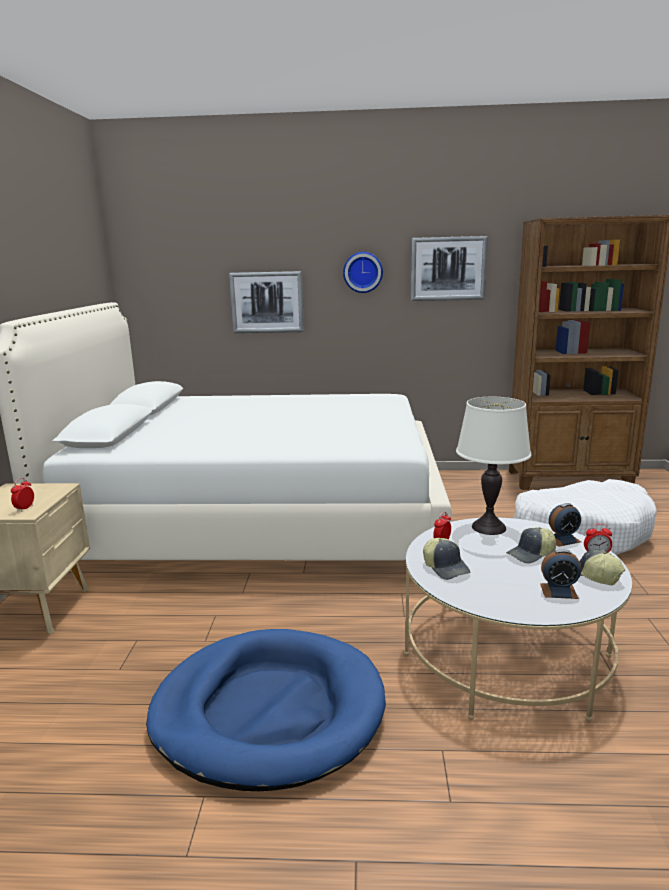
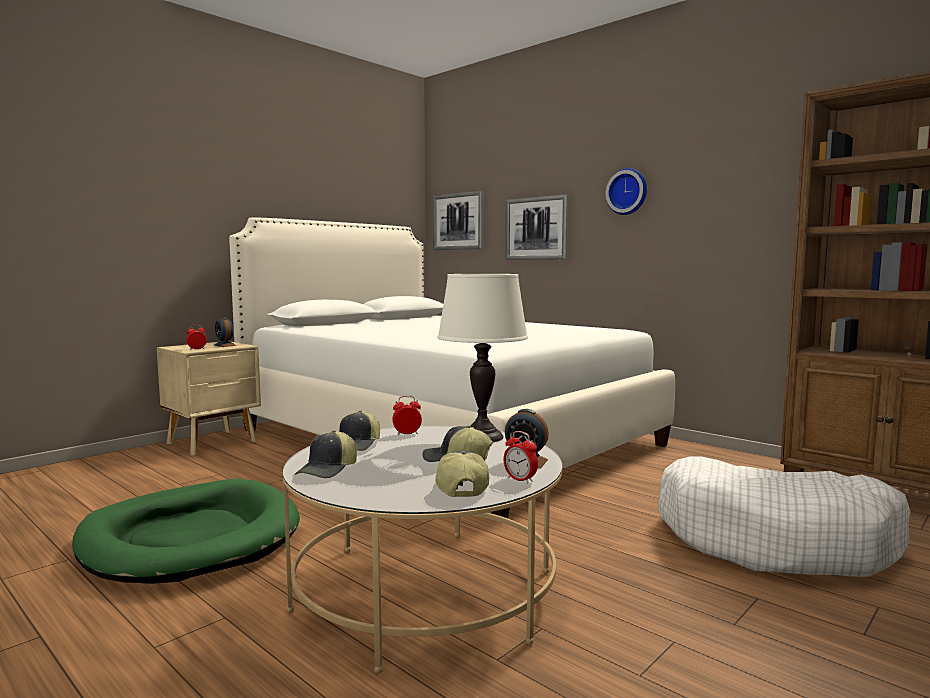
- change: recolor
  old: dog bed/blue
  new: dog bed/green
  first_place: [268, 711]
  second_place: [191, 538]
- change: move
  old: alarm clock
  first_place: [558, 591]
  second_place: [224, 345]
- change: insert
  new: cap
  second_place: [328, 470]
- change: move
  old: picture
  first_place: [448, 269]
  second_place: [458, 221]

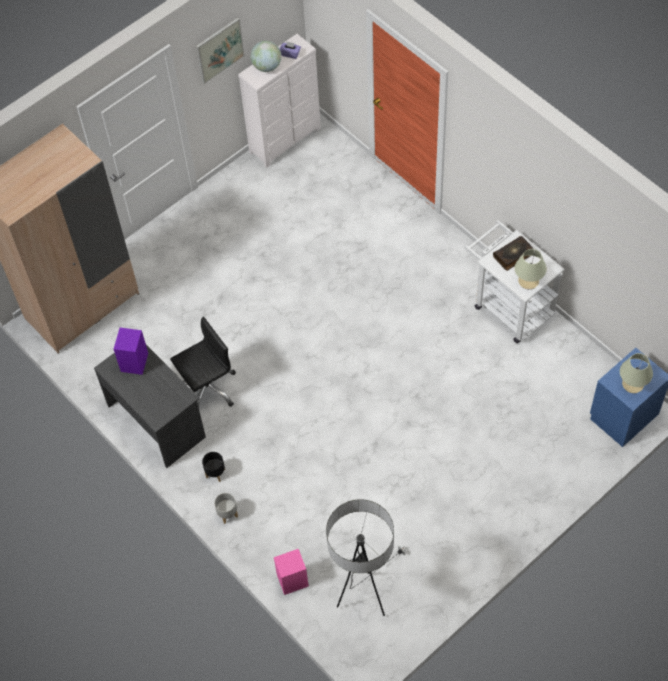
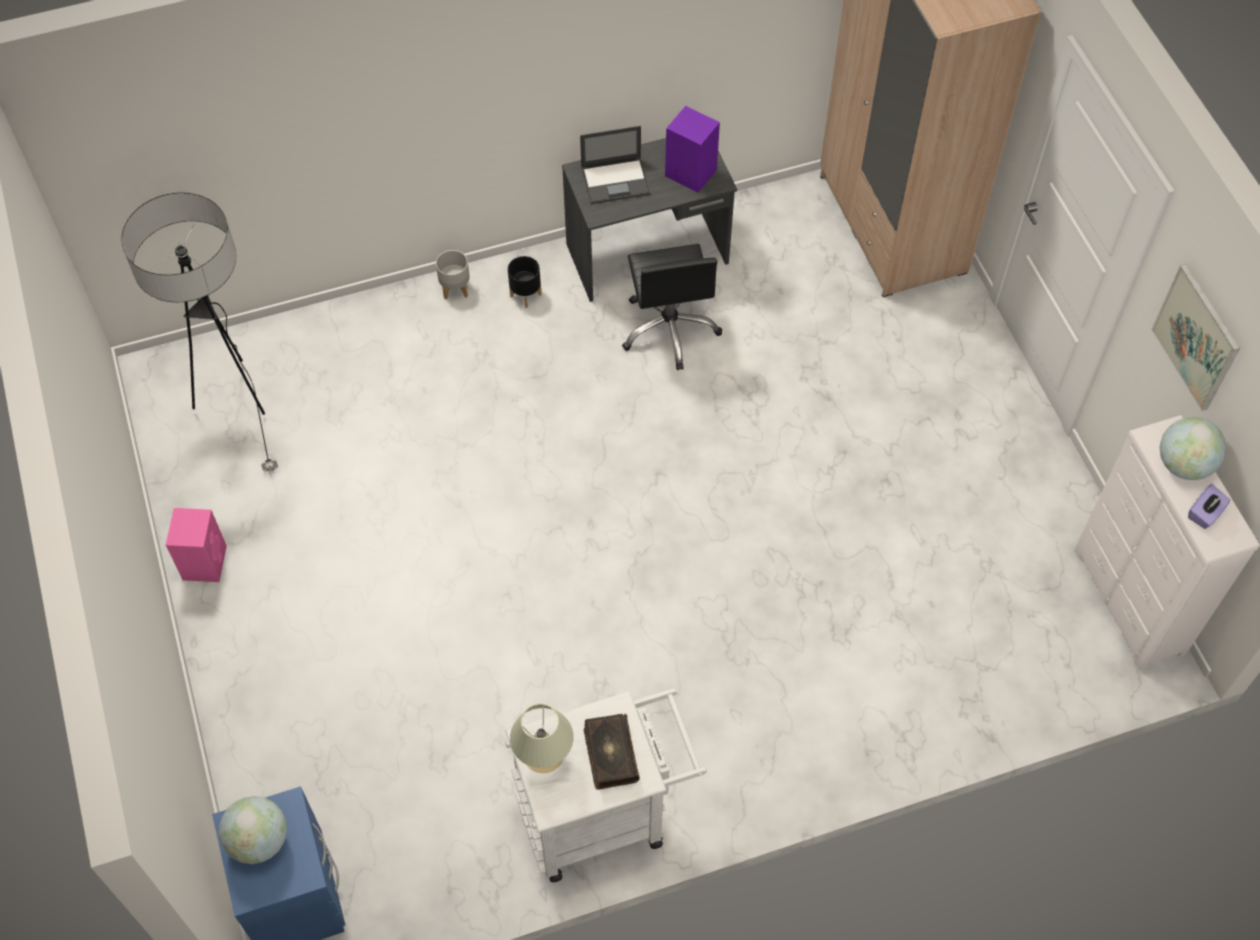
- change: move
  old: speaker/pink
  first_place: [291, 580]
  second_place: [205, 561]
- change: replace
  old: table lamp/beige
  new: globe
  first_place: [633, 384]
  second_place: [259, 841]
- change: insert
  new: laptop
  second_place: [616, 180]

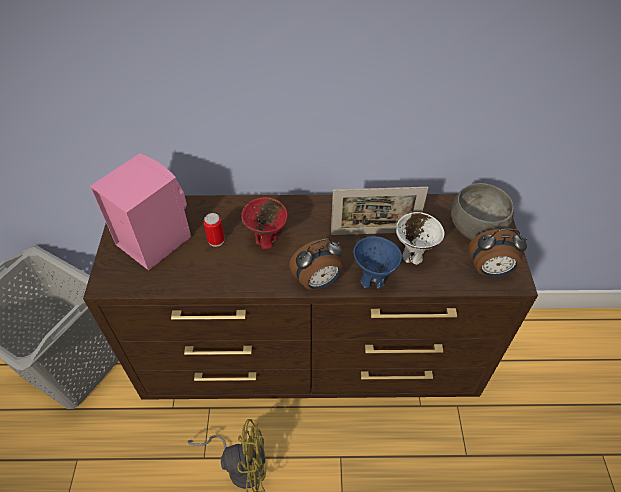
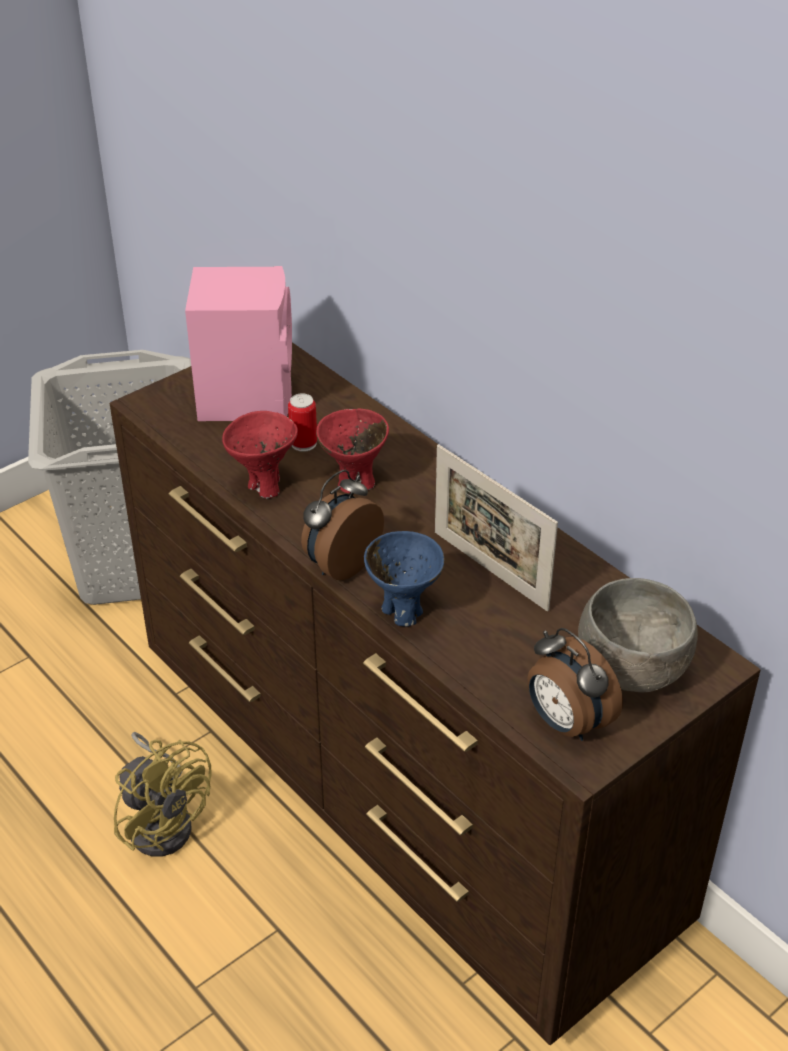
- change: insert
  new: bowl/red
  second_place: [264, 486]
- change: rotate
  old: alarm clock
  first_place: [317, 282]
  second_place: [340, 564]
  degrees: 105
- change: delete
  old: bowl/white
  first_place: [413, 255]

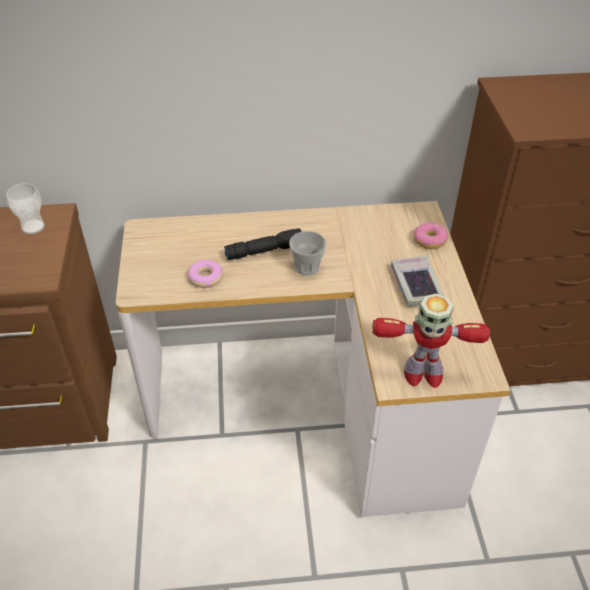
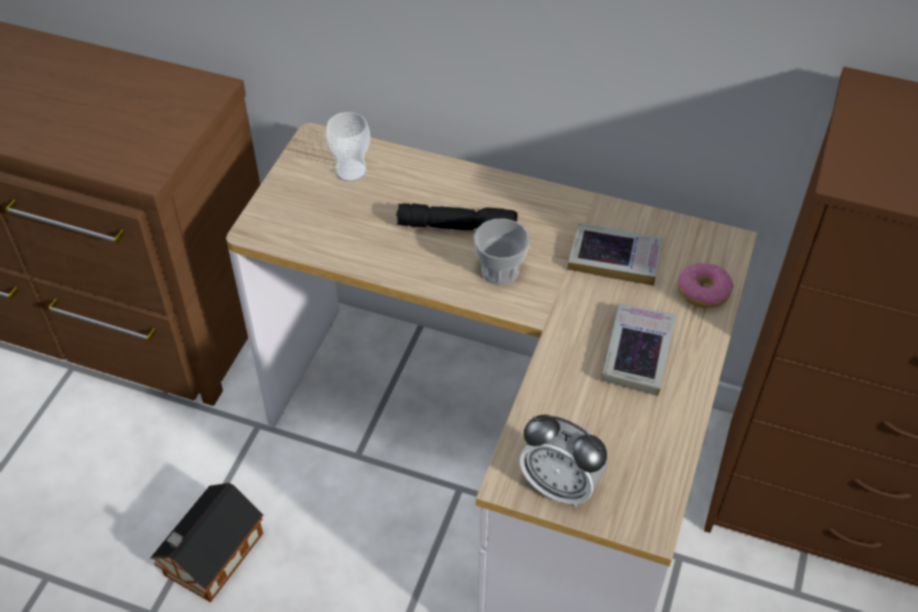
- change: insert
  new: toy house
  second_place: [210, 557]
- change: move
  old: cup
  first_place: [33, 227]
  second_place: [351, 171]
- change: replace
  old: toy robot
  new: alarm clock
  first_place: [422, 374]
  second_place: [560, 485]
- change: insert
  new: book
  second_place: [615, 259]
- change: delete
  old: donut
  first_place: [205, 278]

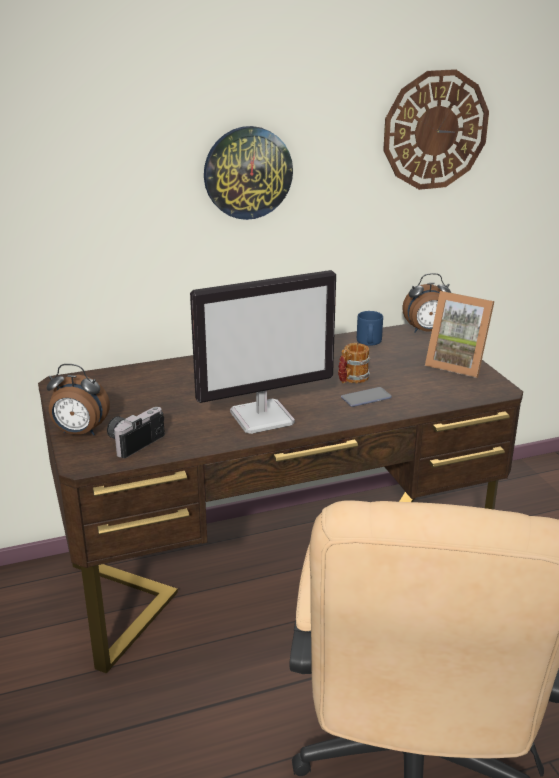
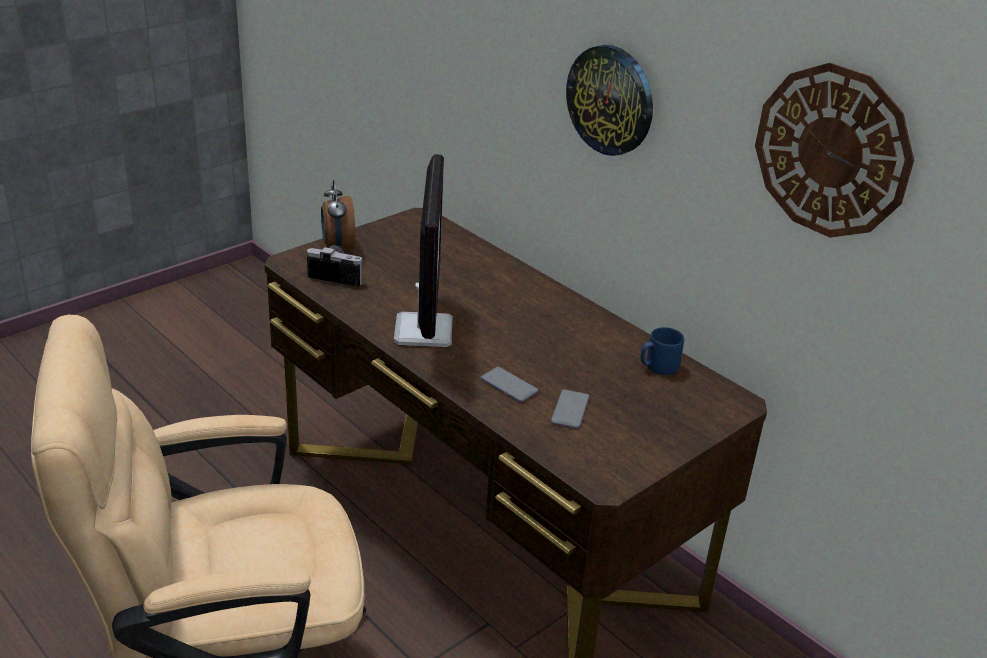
- change: rotate
  old: monitor
  first_place: [263, 417]
  second_place: [423, 330]
  degrees: -135
- change: insert
  new: phone
  second_place: [570, 410]
- change: delete
  old: mug
  first_place: [351, 379]
- change: delete
  old: alarm clock
  first_place: [426, 331]
- change: delete
  old: picture frame
  first_place: [457, 364]

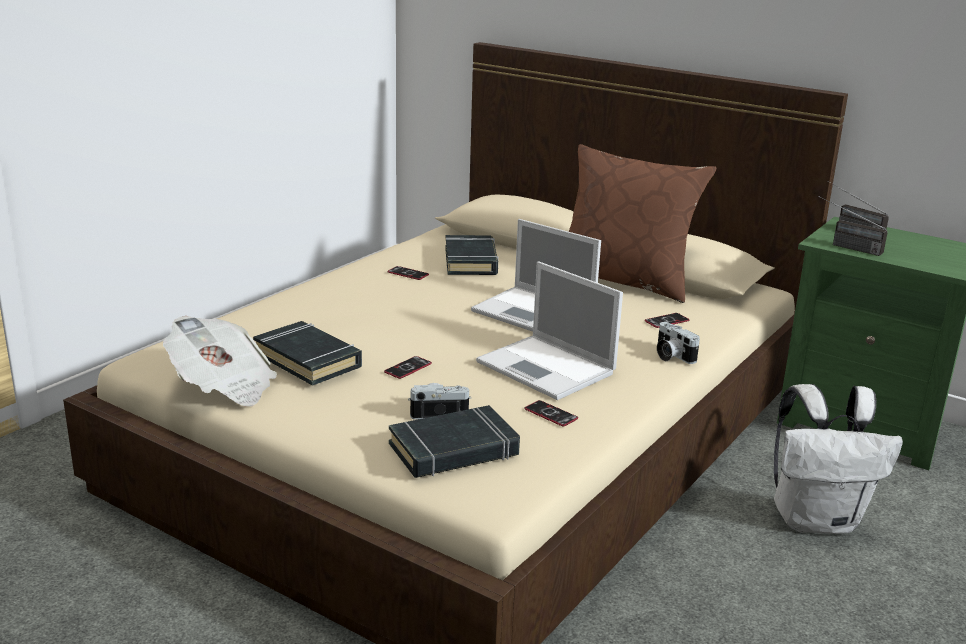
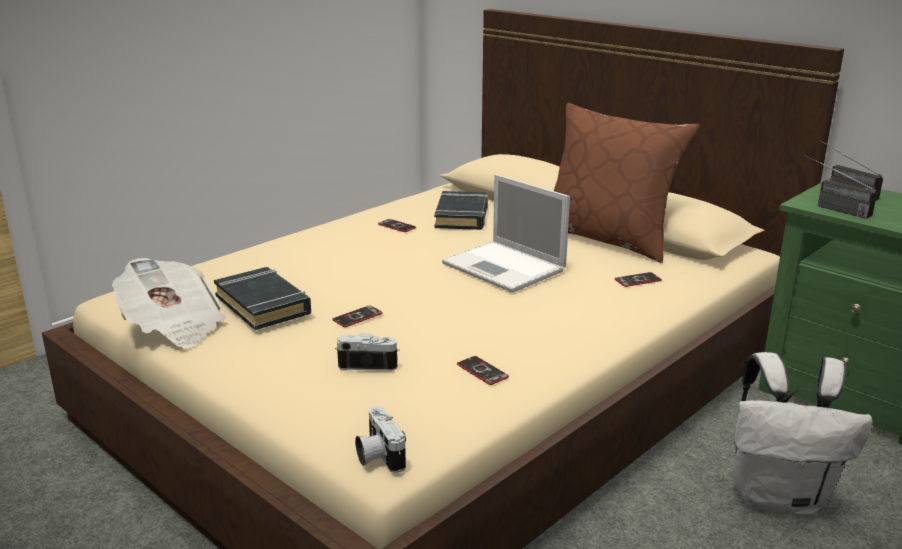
- change: move
  old: photo camera
  first_place: [671, 356]
  second_place: [378, 456]
- change: delete
  old: book/black
  first_place: [454, 450]
- change: delete
  old: laptop
  first_place: [548, 368]

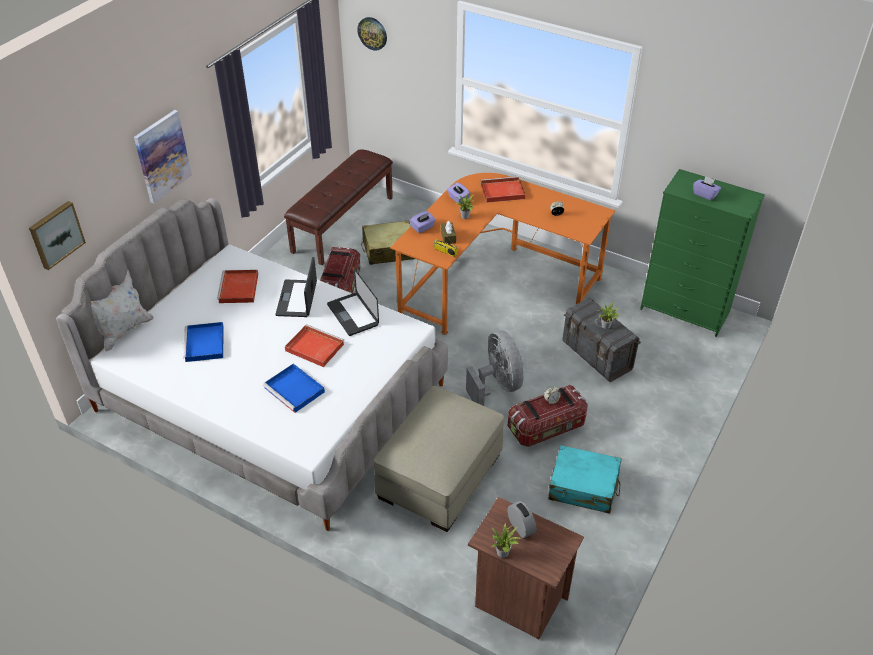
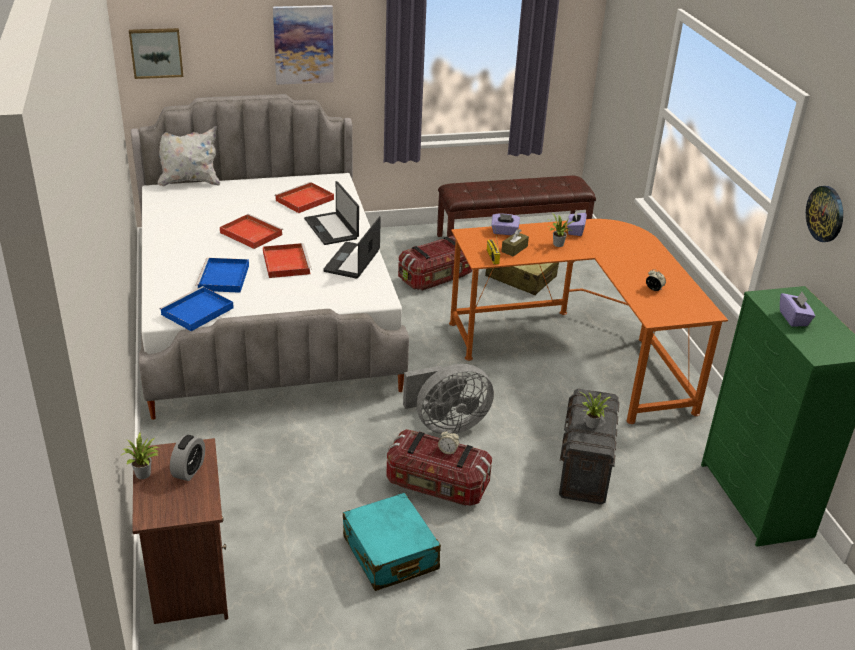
- change: move
  old: tray/blue
  first_place: [205, 344]
  second_place: [196, 312]
- change: move
  old: tray/red
  first_place: [501, 191]
  second_place: [250, 233]
- change: rotate
  old: laptop
  first_place: [297, 299]
  second_place: [332, 228]
  degrees: -75
- change: rotate
  old: fan/grey
  first_place: [497, 386]
  second_place: [446, 424]
  degrees: 45
- change: move
  old: wall clock
  first_place: [372, 33]
  second_place: [825, 213]
- change: delete
  old: ottoman/beige
  first_place: [440, 475]

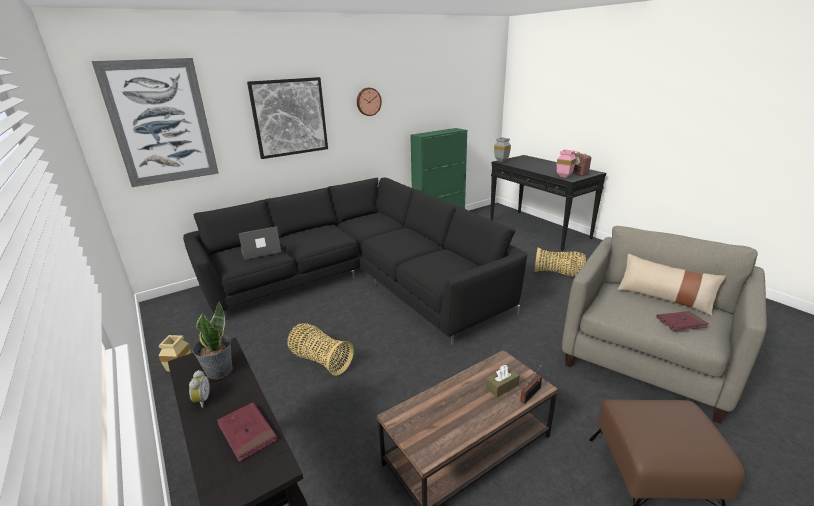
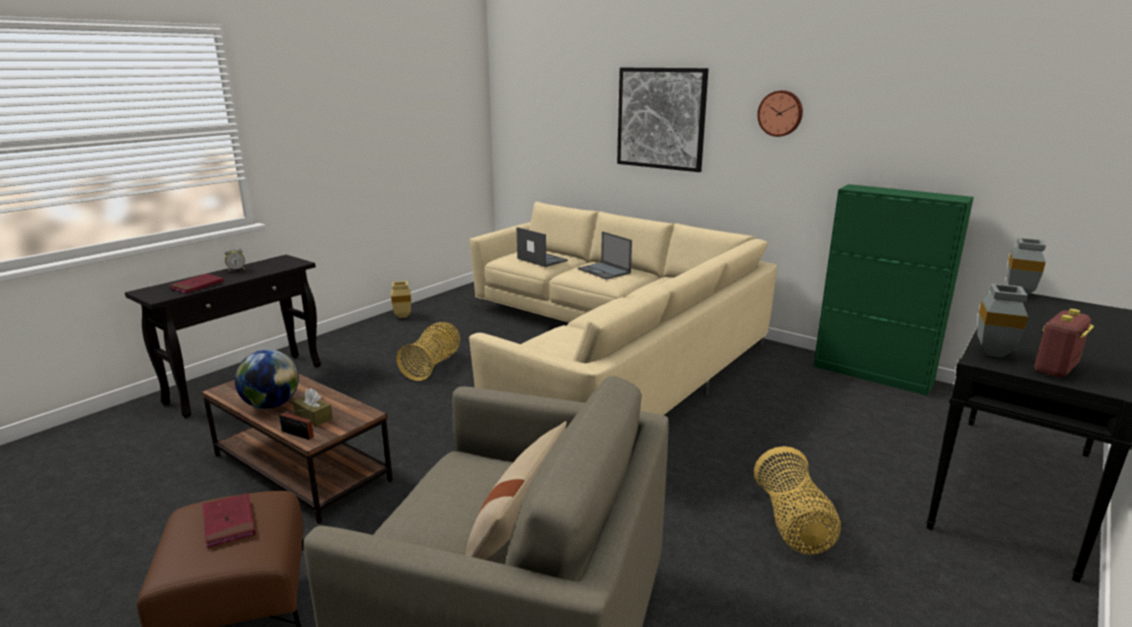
- change: move
  old: book/red
  first_place: [681, 323]
  second_place: [229, 523]
- change: insert
  new: globe
  second_place: [271, 405]
- change: recolor
  old: sofa/black
  new: sofa/beige
  first_place: [360, 280]
  second_place: [610, 352]
- change: insert
  new: laptop
  second_place: [604, 271]
- change: recolor
  old: vase/pink
  new: vase/grey
  first_place: [563, 176]
  second_place: [991, 352]
- change: delete
  old: picture
  first_place: [161, 123]
- change: delete
  old: potted plant
  first_place: [219, 370]

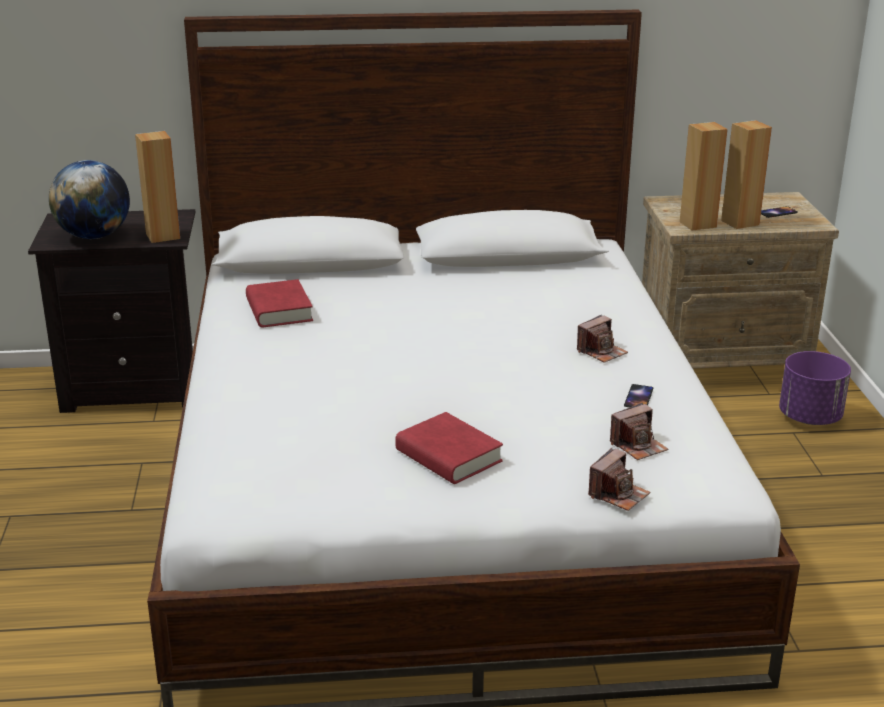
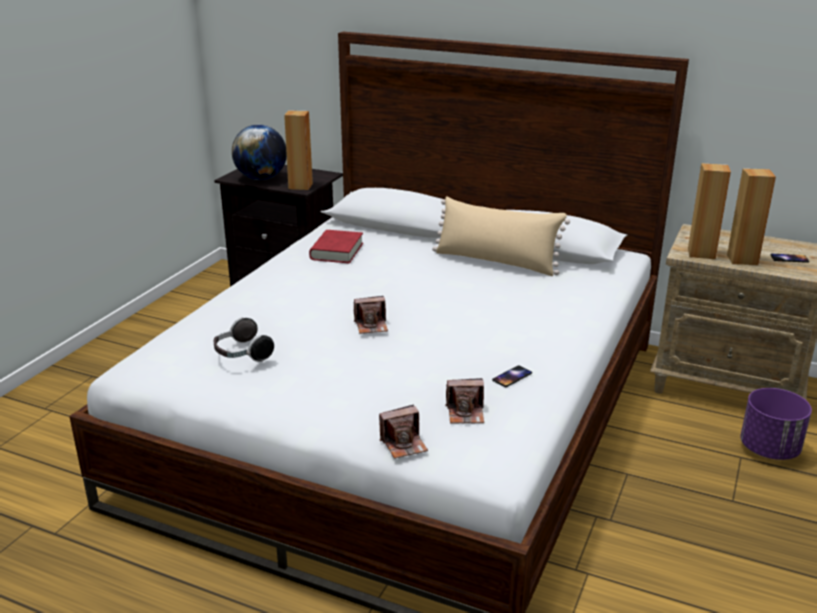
- change: insert
  new: headphones
  second_place: [242, 354]
- change: move
  old: photo camera
  first_place: [601, 352]
  second_place: [371, 326]
- change: insert
  new: pillow/beige
  second_place: [496, 261]
- change: delete
  old: book/red
  first_place: [448, 456]

